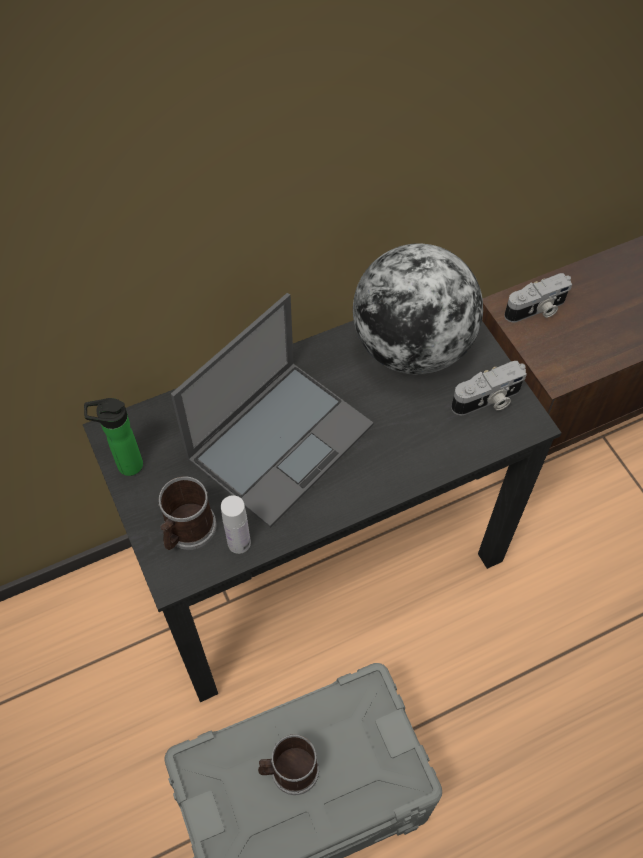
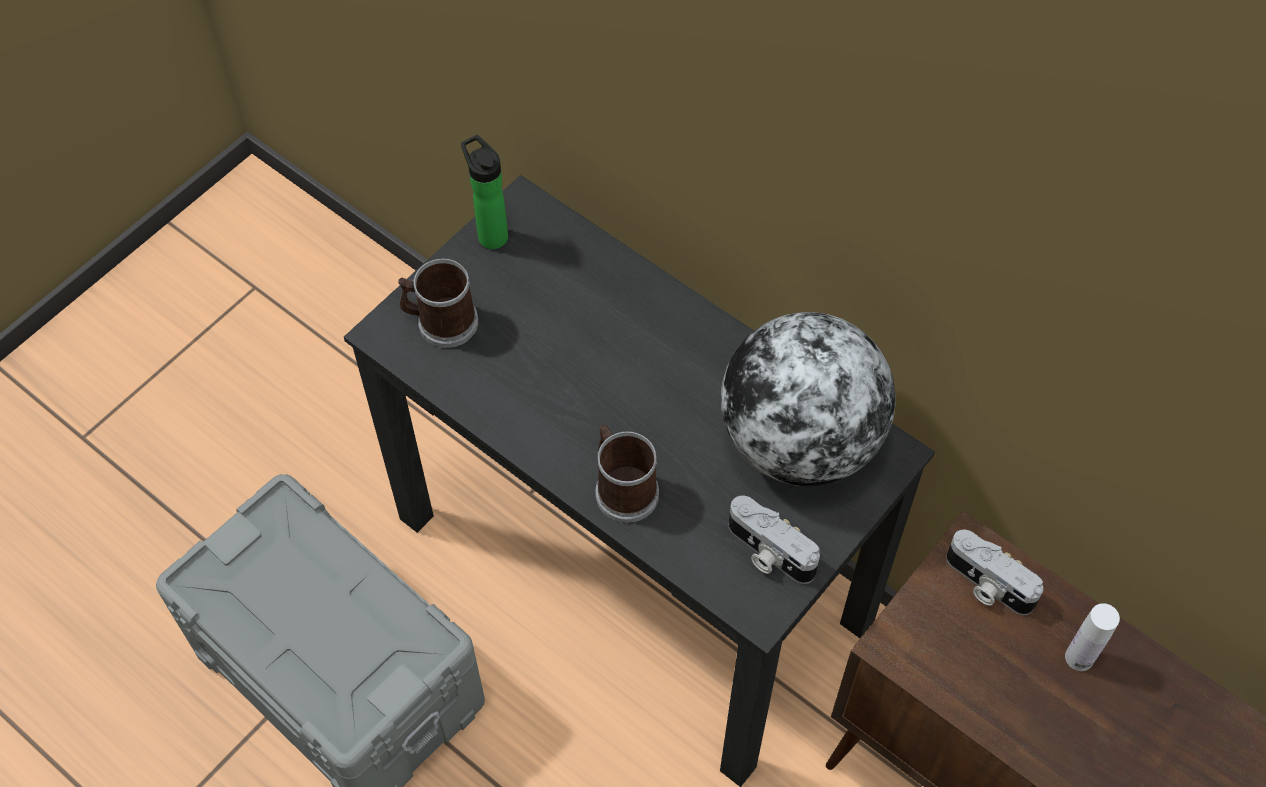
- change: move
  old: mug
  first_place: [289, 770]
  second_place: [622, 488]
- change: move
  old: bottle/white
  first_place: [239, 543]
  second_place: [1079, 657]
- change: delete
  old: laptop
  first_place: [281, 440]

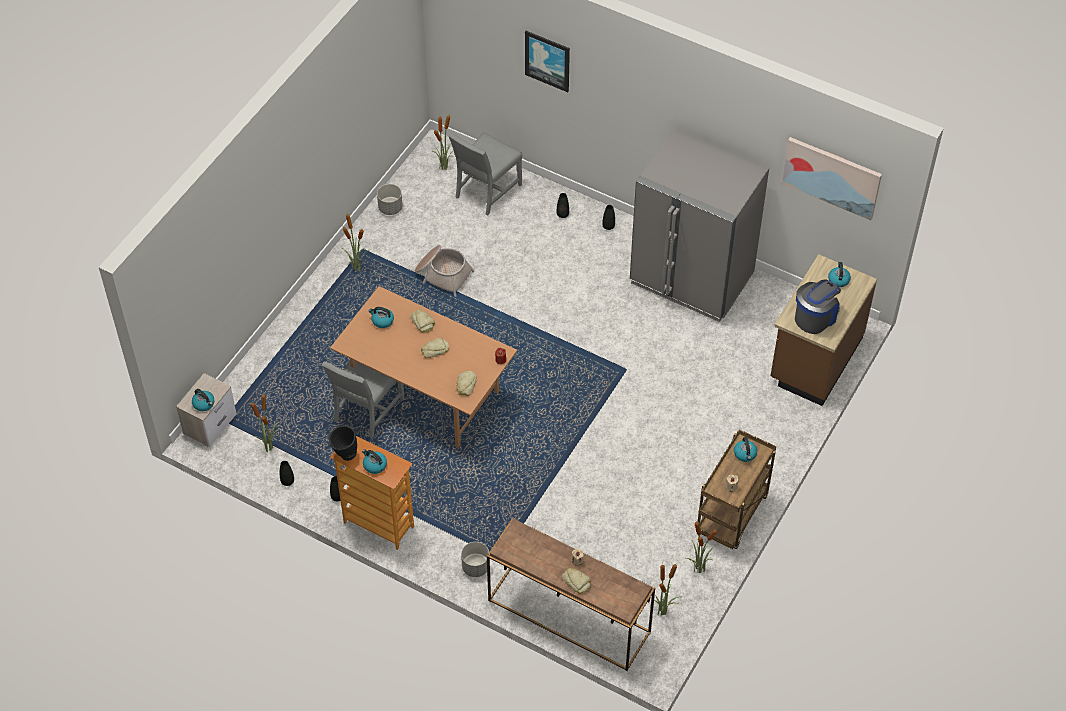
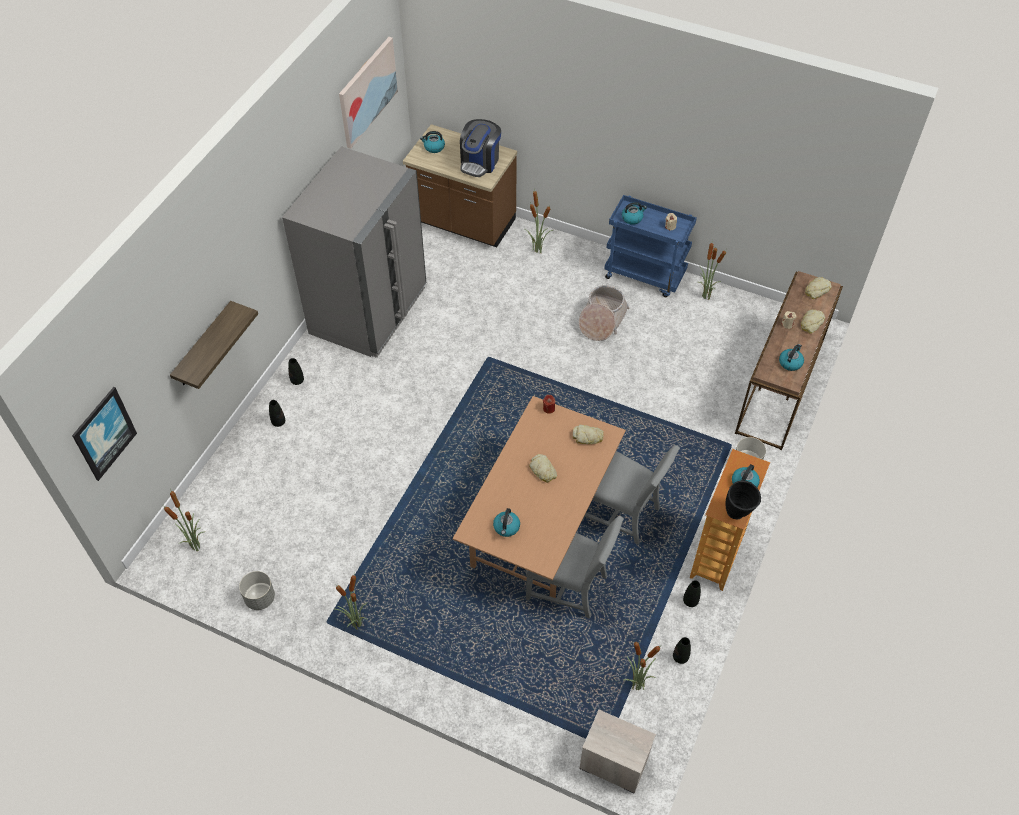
- change: move
  old: picture
  first_place: [547, 60]
  second_place: [104, 433]
- change: insert
  new: shelf
  second_place: [204, 346]
- change: rotate
  old: coffee machine
  first_place: [815, 317]
  second_place: [480, 162]
  degrees: -105
- change: move
  old: potted plant
  first_place: [663, 612]
  second_place: [537, 249]
- change: move
  old: basket
  first_place: [442, 274]
  second_place: [601, 320]
- change: move
  old: chair/grey
  first_place: [486, 191]
  second_place: [623, 514]
- change: recolor
  old: cart/brown
  new: cart/blue
  first_place: [732, 516]
  second_place: [645, 275]
- change: move
  old: kettle
  first_place: [204, 404]
  second_place: [790, 362]
- change: move
  old: bread
  first_place: [423, 322]
  second_place: [816, 290]

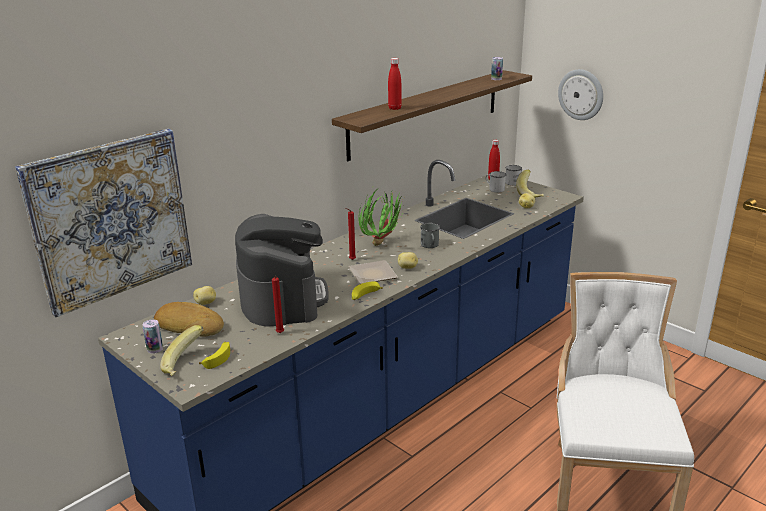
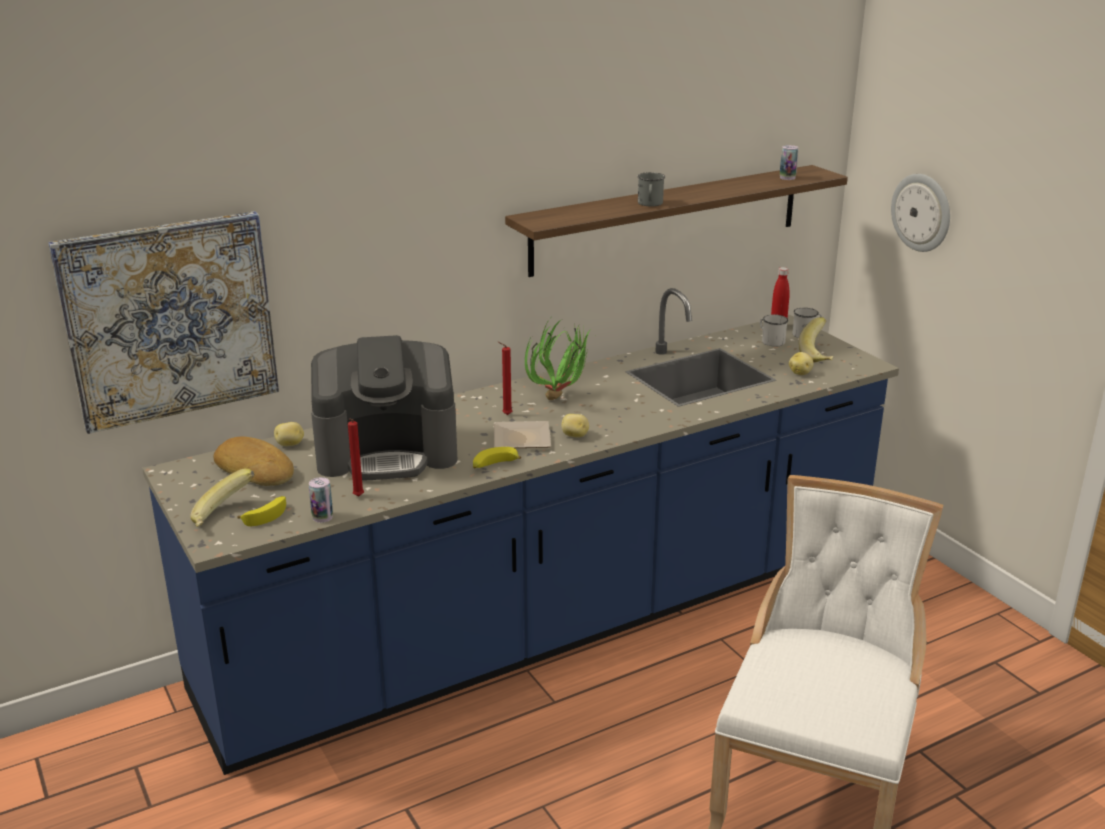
- change: move
  old: can
  first_place: [155, 349]
  second_place: [322, 517]
- change: rotate
  old: coffee machine
  first_place: [282, 298]
  second_place: [388, 452]
  degrees: 75
- change: move
  old: mug/grey
  first_place: [430, 246]
  second_place: [650, 204]
- change: delete
  old: bottle/red
  first_place: [394, 108]

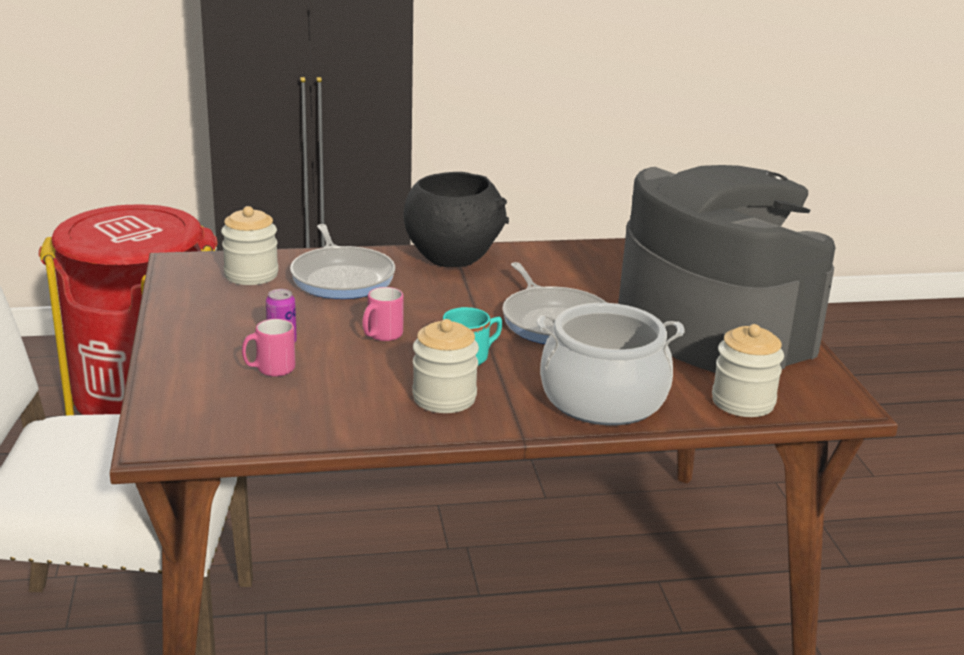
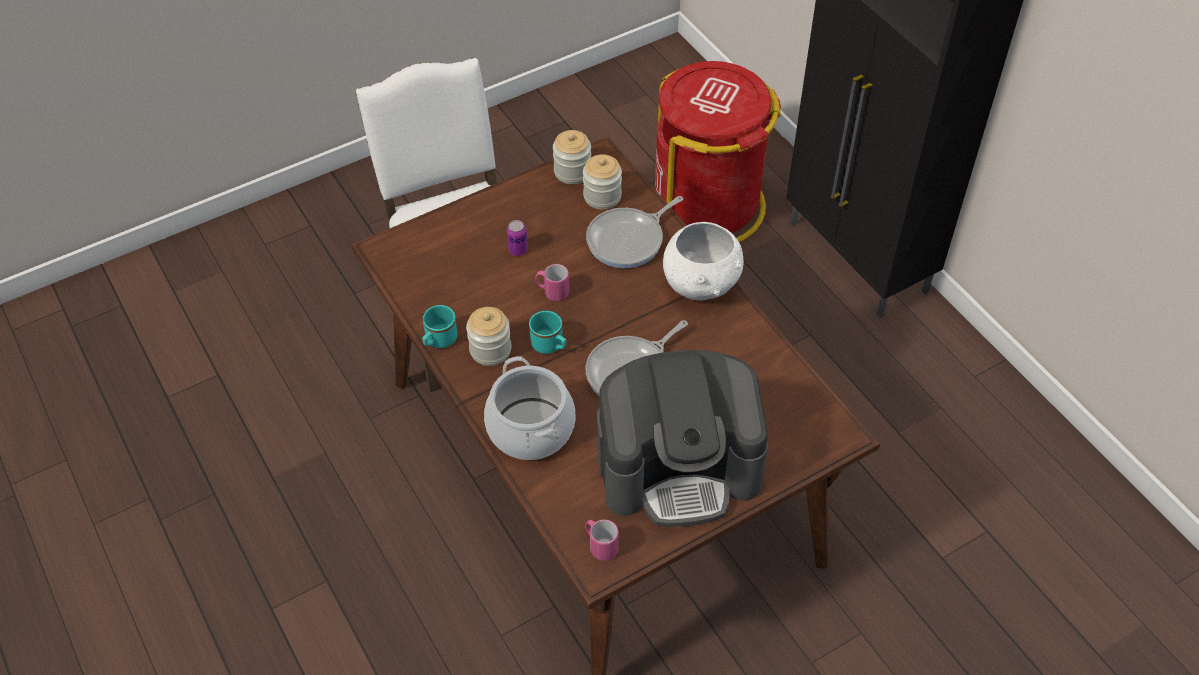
- change: insert
  new: mug/turquoise
  second_place: [438, 341]
- change: move
  old: jar
  first_place: [743, 402]
  second_place: [572, 171]
- change: move
  old: mug/pink
  first_place: [269, 370]
  second_place: [600, 546]
- change: rotate
  old: coffee machine
  first_place: [712, 326]
  second_place: [679, 466]
  degrees: 45
- change: recolor
  old: bowl/black
  new: bowl/white
  first_place: [453, 257]
  second_place: [701, 285]

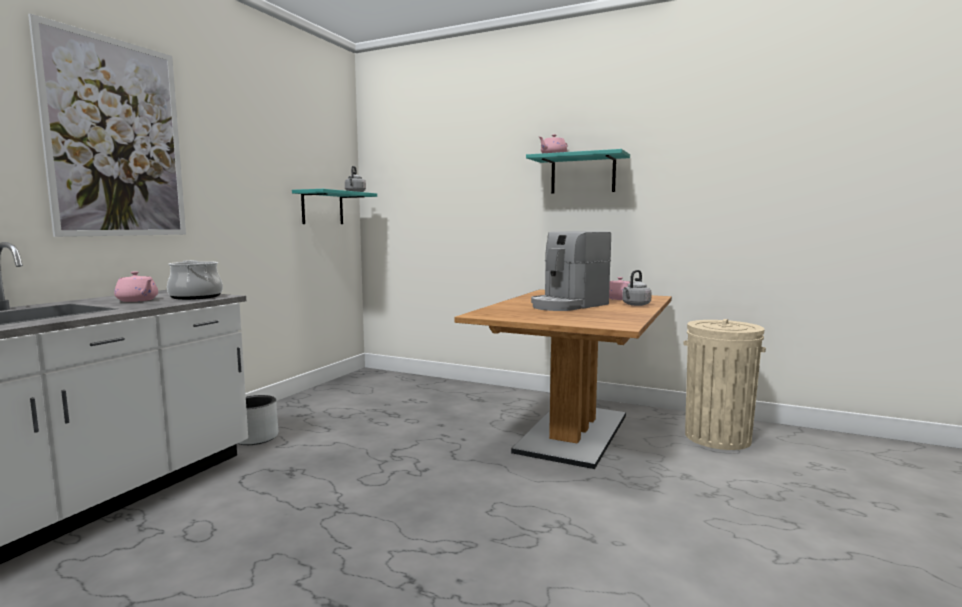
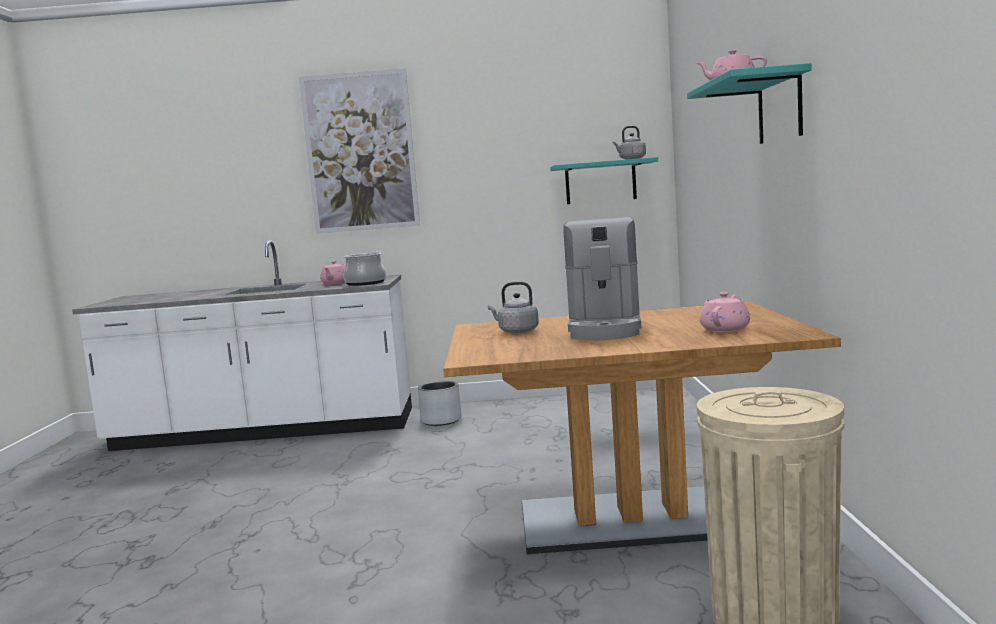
- change: move
  old: kettle/grey
  first_place: [635, 305]
  second_place: [516, 331]
- change: rotate
  old: coffee machine
  first_place: [568, 305]
  second_place: [605, 329]
  degrees: -105

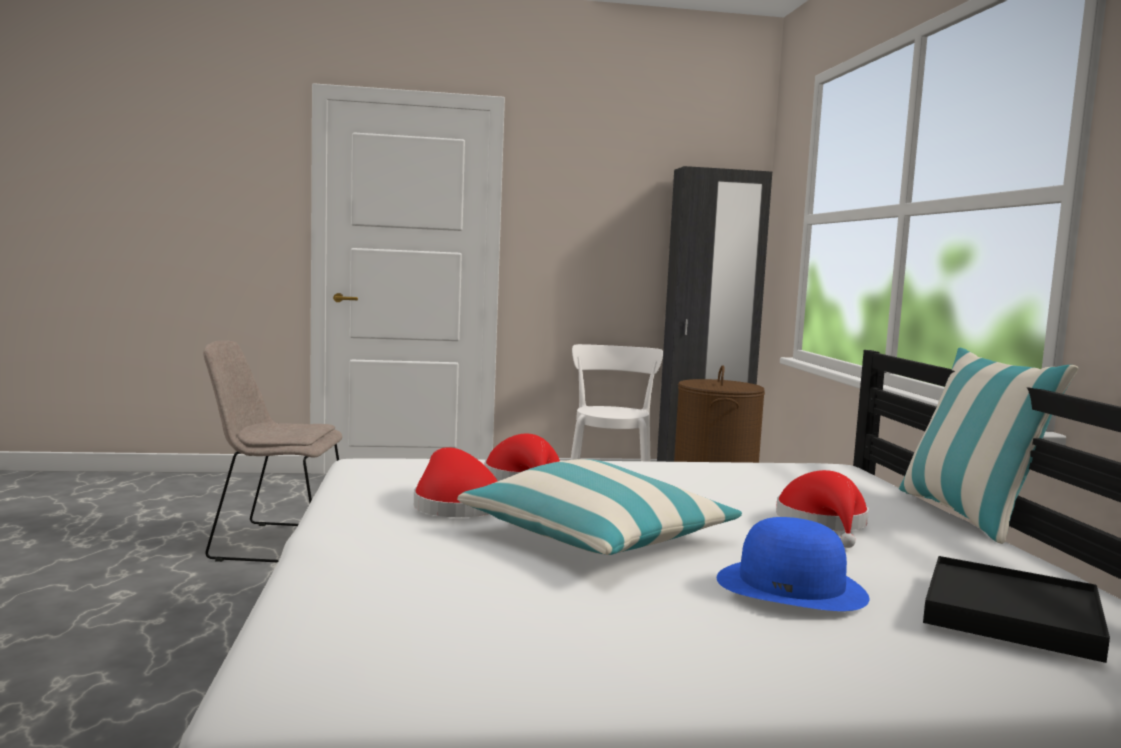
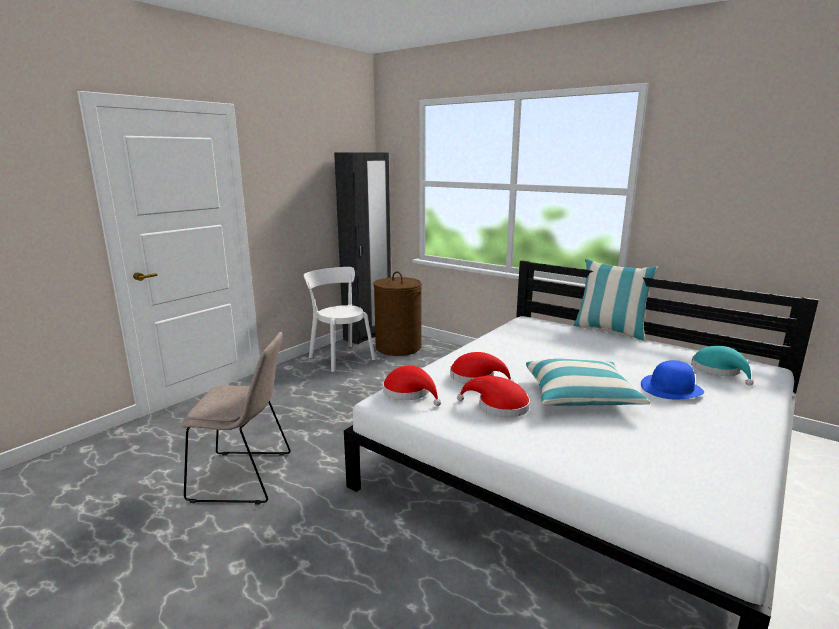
- change: rotate
  old: chair/beige
  first_place: [275, 543]
  second_place: [245, 477]
  degrees: -135
- change: move
  old: hat/red
  first_place: [824, 523]
  second_place: [409, 393]
- change: replace
  old: tray/black
  new: hat/turquoise
  first_place: [1012, 614]
  second_place: [718, 370]

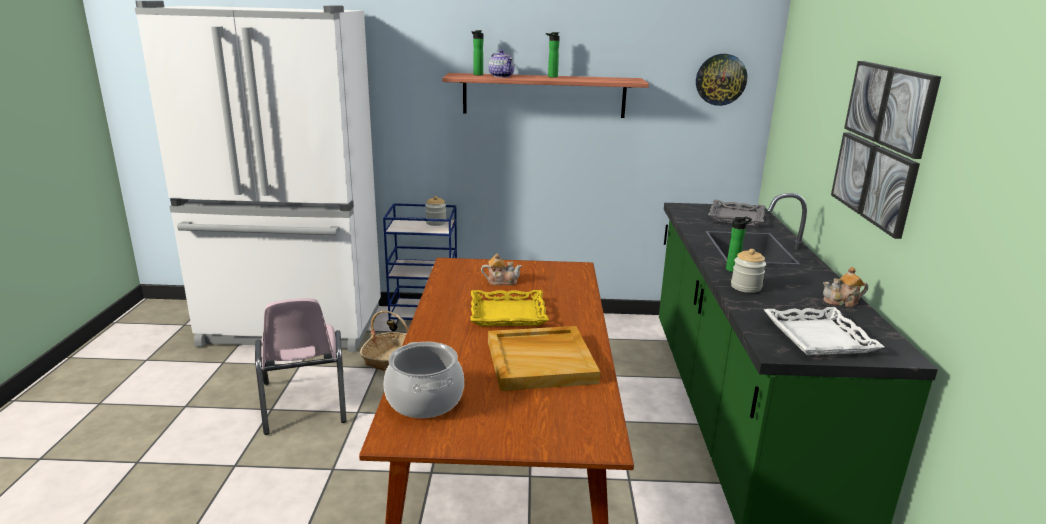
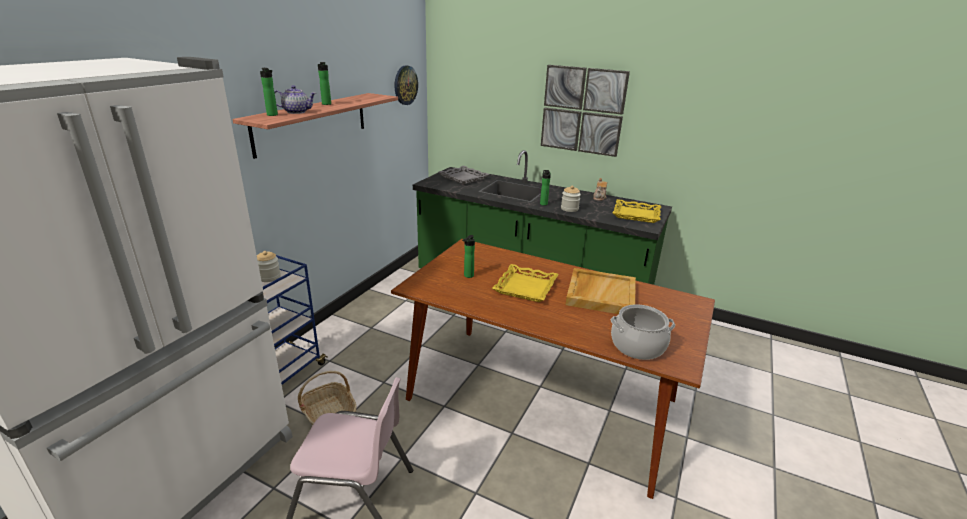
- change: replace
  old: teapot
  new: bottle
  first_place: [501, 281]
  second_place: [468, 276]
- change: recolor
  old: tray/white
  new: tray/yellow
  first_place: [819, 337]
  second_place: [636, 214]

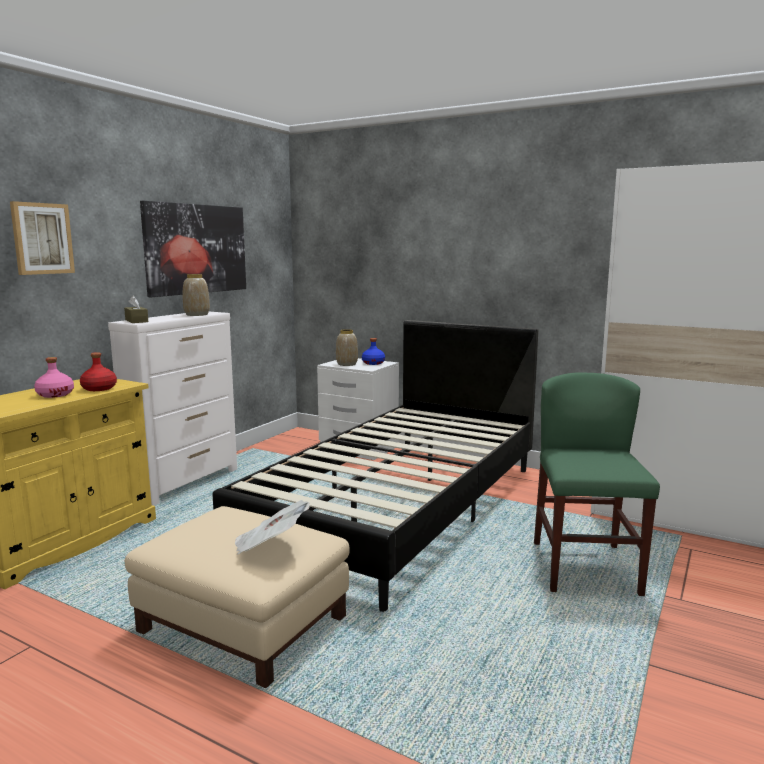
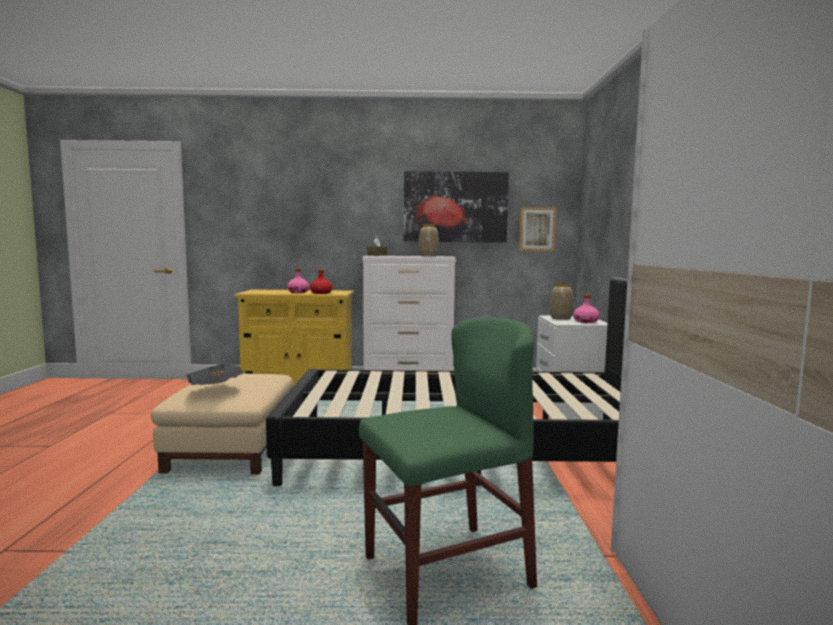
- change: move
  old: picture
  first_place: [42, 238]
  second_place: [537, 229]
- change: recolor
  old: bottle/blue
  new: bottle/pink
  first_place: [373, 363]
  second_place: [586, 321]

